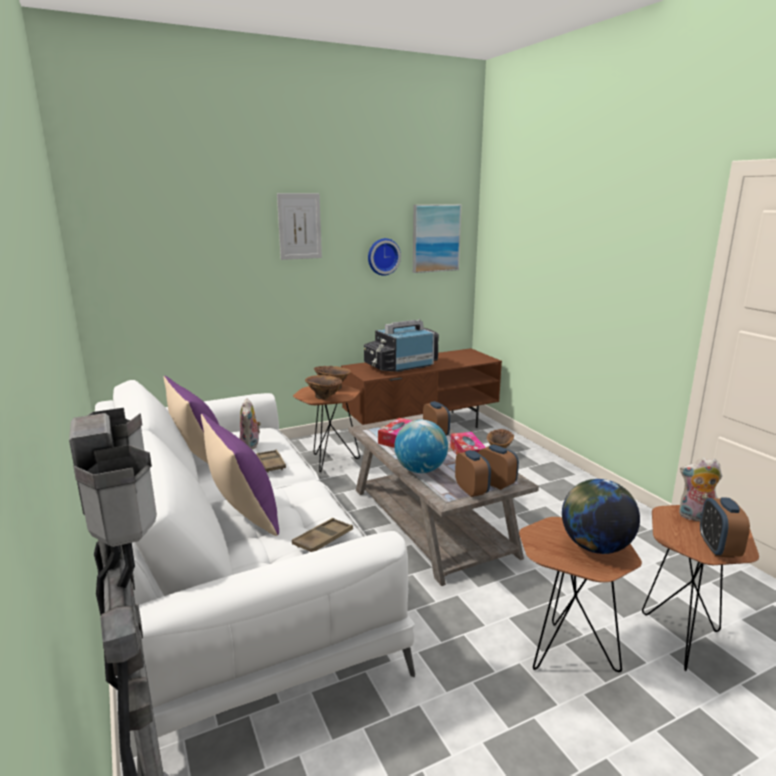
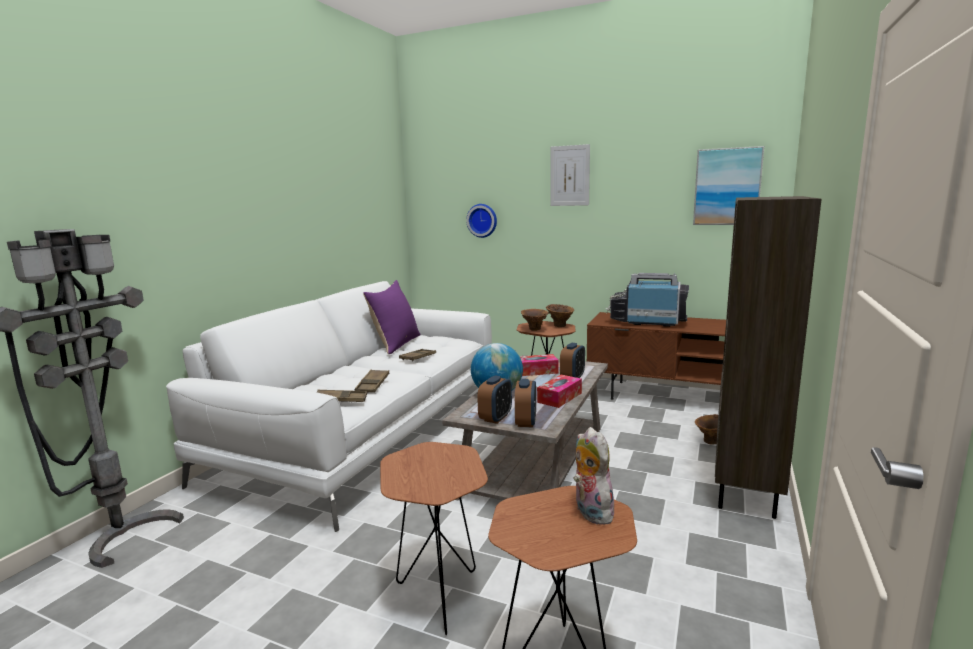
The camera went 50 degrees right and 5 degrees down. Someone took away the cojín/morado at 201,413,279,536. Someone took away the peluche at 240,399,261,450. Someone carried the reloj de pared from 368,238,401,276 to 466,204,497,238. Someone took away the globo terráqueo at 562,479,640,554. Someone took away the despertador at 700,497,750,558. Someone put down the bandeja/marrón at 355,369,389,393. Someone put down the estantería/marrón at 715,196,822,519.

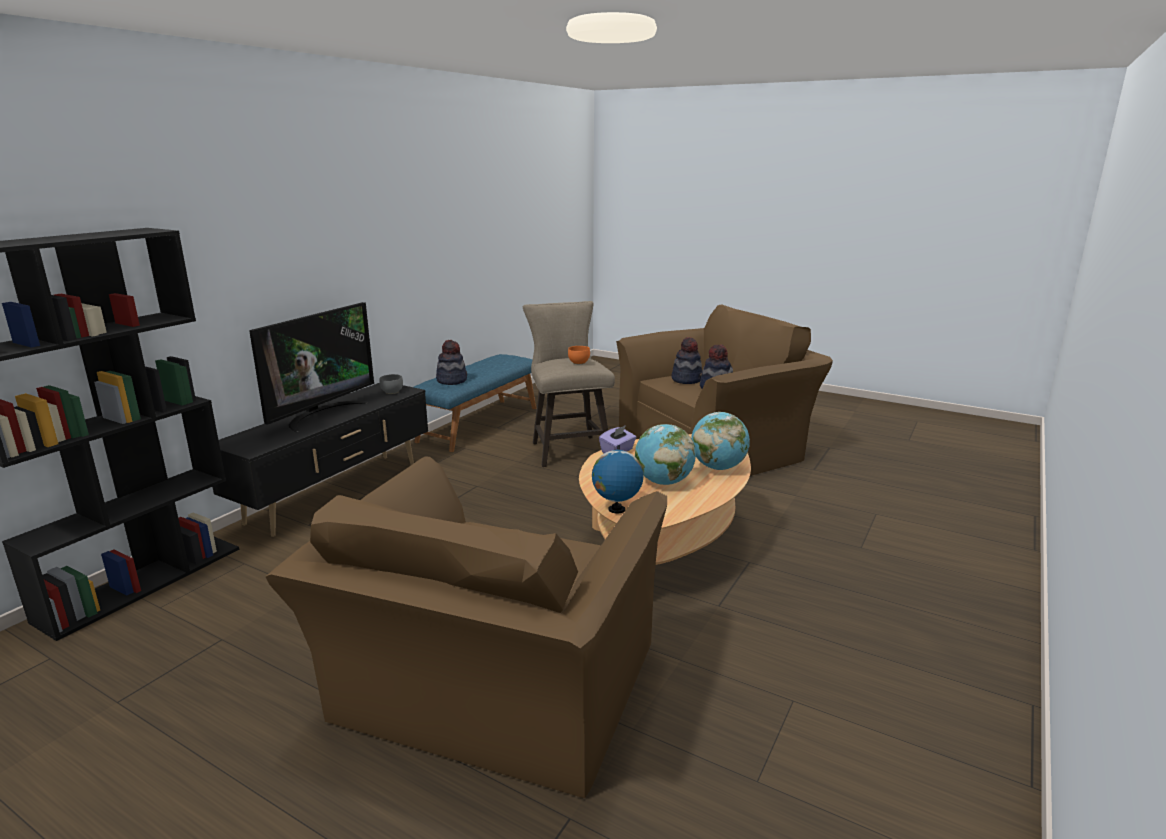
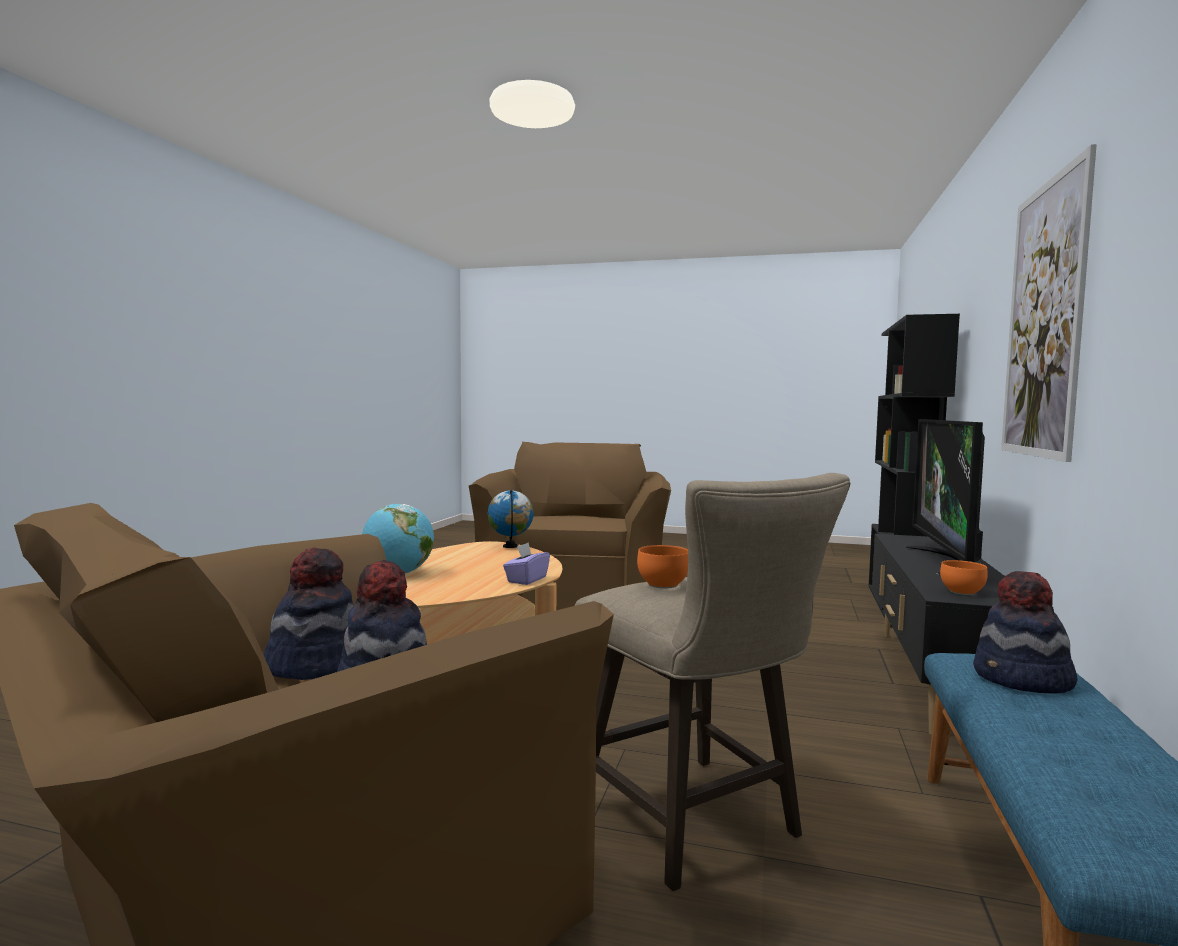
The camera went 165 degrees right and 15 degrees down. Someone repainted the cuenco/gris at 379,374,403,394, which became the cuenco/naranja at 940,560,988,595. Someone took away the globo terráqueo at 635,424,696,485. Someone put up the cuadro at 1001,144,1097,462.

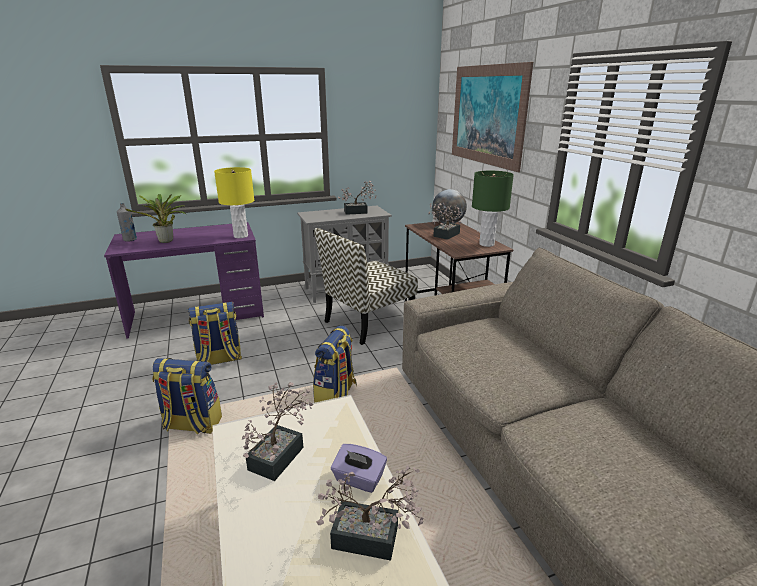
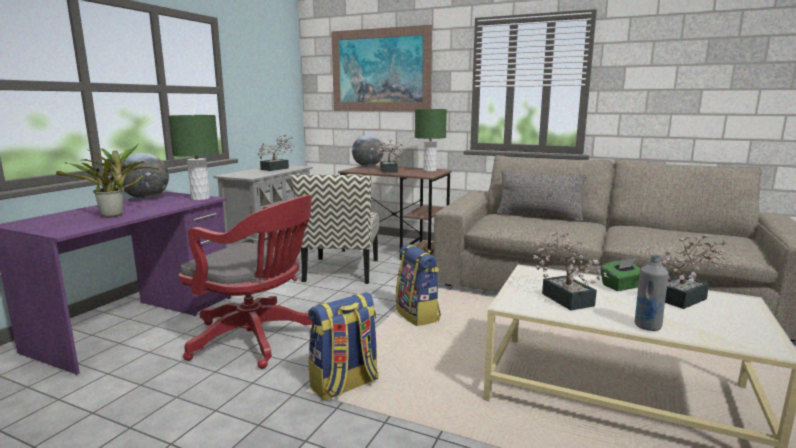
The camera went 45 degrees left and 10 degrees down. Someone carried the botella/gris from 117,203,137,242 to 635,255,669,331. Someone swapped the mochila at 188,302,242,365 for the silla de oficina/rojo at 179,195,313,369. Someone repainted the lámpara de mesa/amarillo at 214,167,254,238, which became the lámpara de mesa/verde at 168,115,219,200. Someone repainted the caja de pañuelos/morado at 331,444,387,493, which became the caja de pañuelos/verde at 600,258,641,291. Someone put down the globo terráqueo at 121,153,169,199. Someone put down the cojín/gris at 497,170,587,221.

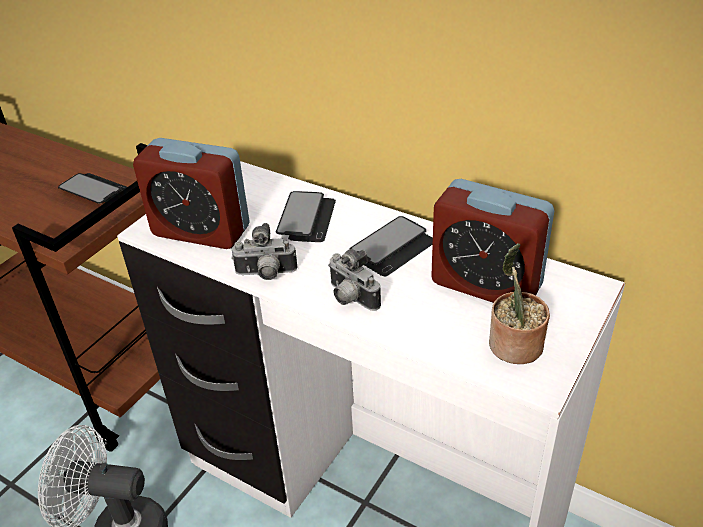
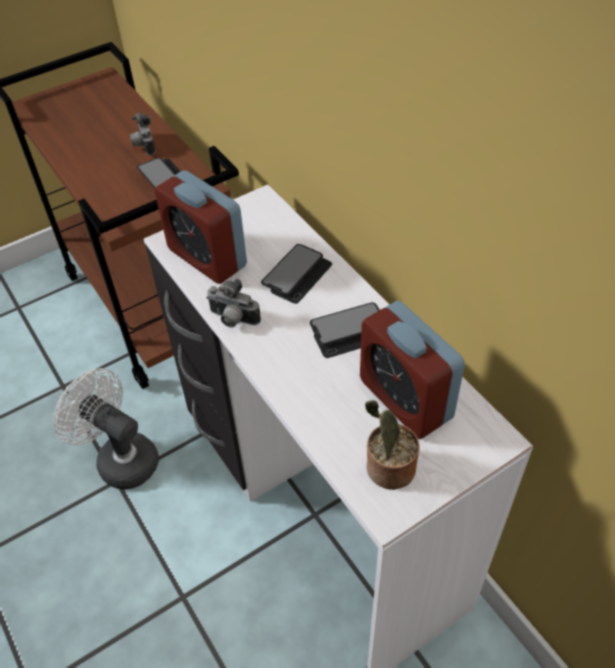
The camera went 25 degrees right and 10 degrees up. Someone carried the cámara from 328,249,381,311 to 130,112,156,155.

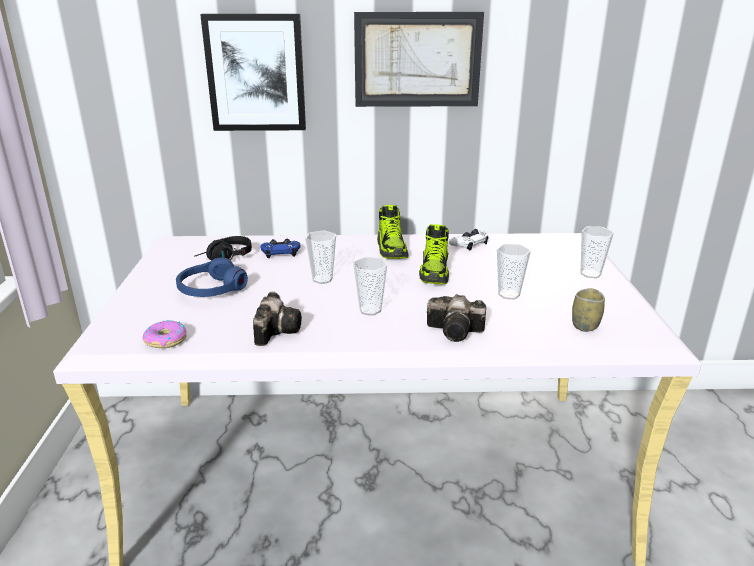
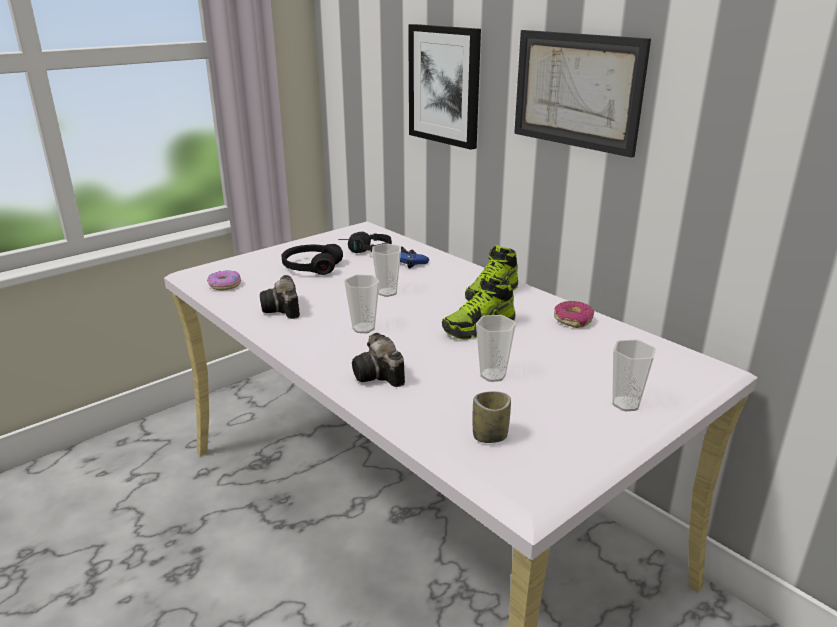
The camera went 50 degrees right and 0 degrees up. Someone repainted the auriculares/azul at 176,258,248,297, which became the auriculares/negro at 282,244,343,275. Someone rotated the cámara at 253,292,302,346 by 105 degrees clockwise. Someone swapped the mando de consola/blanco at 449,229,489,250 for the rosquilla at 554,301,594,328.

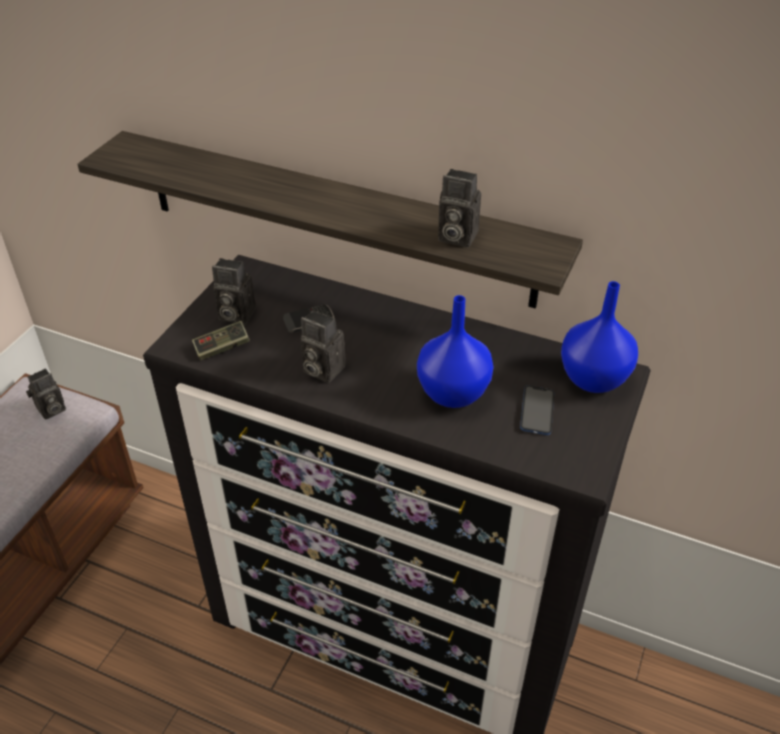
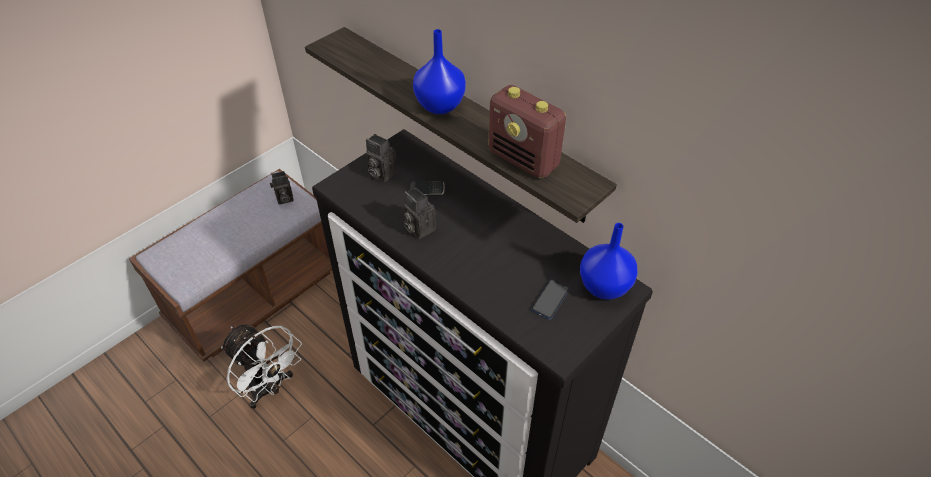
The camera went 20 degrees right and 5 degrees up. Someone took away the mando de consola at 192,321,250,360. Someone carried the florero/azul from 417,295,494,408 to 413,29,466,114. Someone swapped the cámara at 438,169,481,248 for the radio at 488,85,566,178. Someone put down the ventilador/blanco at 221,325,302,409.

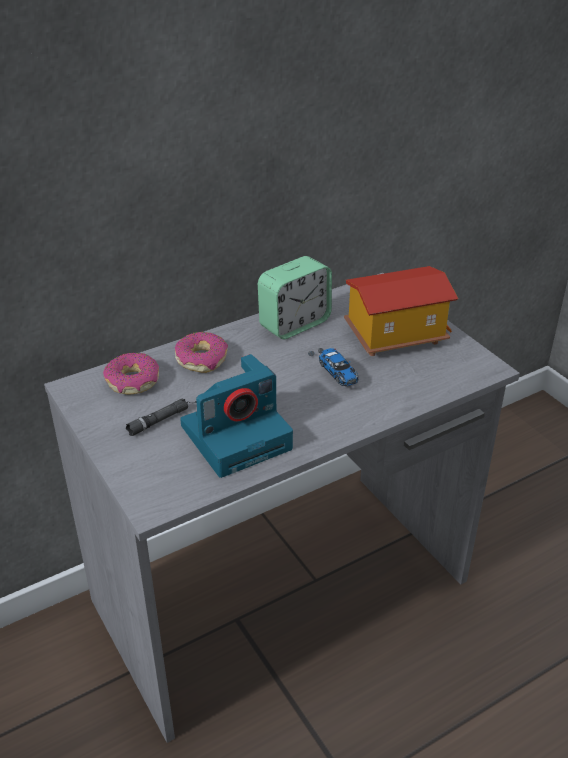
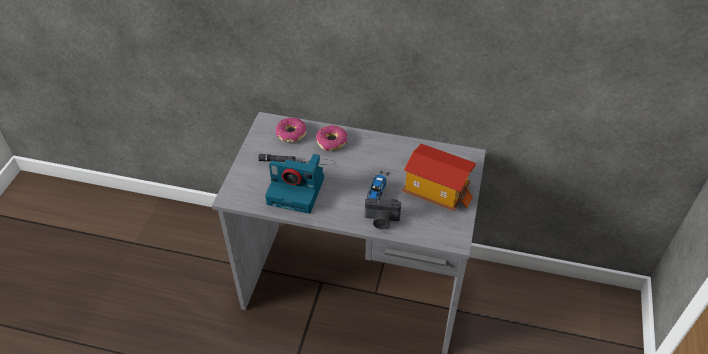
The camera went 45 degrees right and 10 degrees up. Someone took away the despertador at 258,256,332,339. Someone put down the cámara at 365,198,401,229.

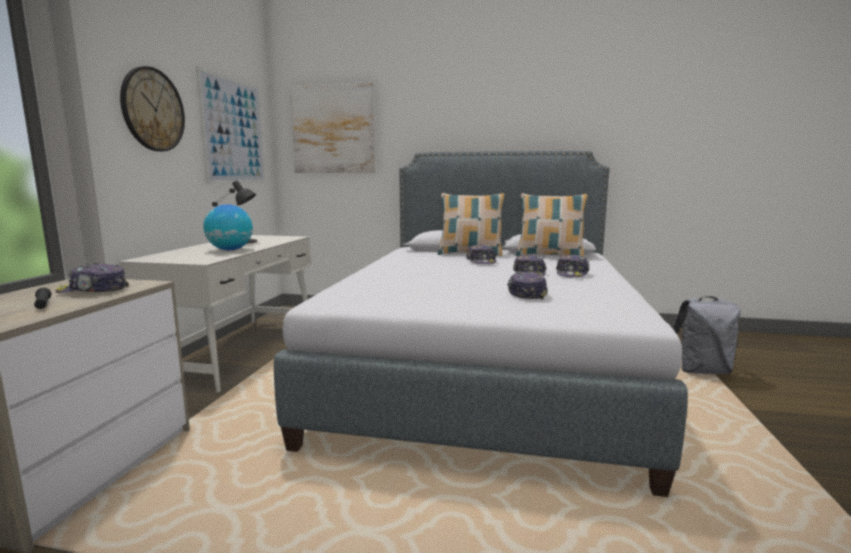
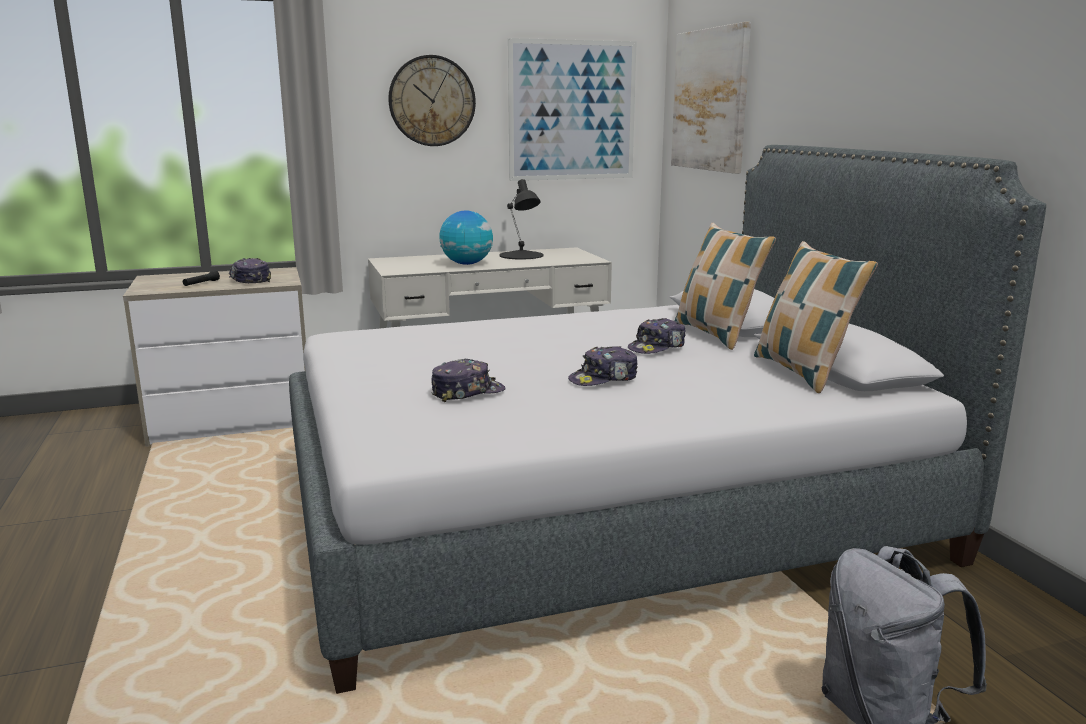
The camera went 60 degrees right and 5 degrees up. Someone took away the gorra at 556,254,589,278.

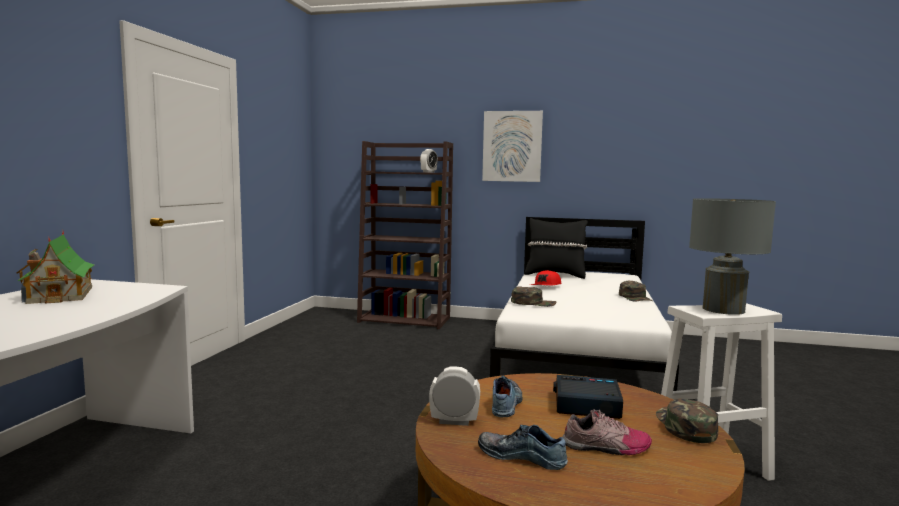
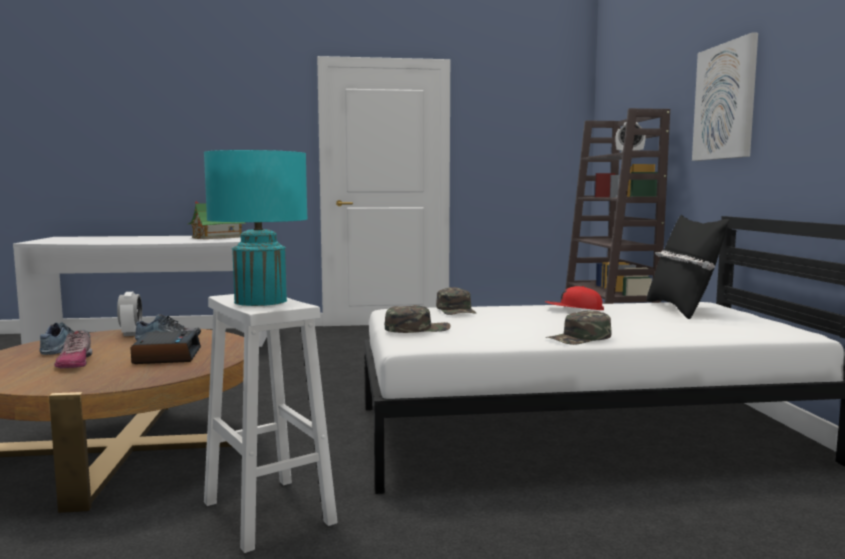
The camera went 70 degrees right and 0 degrees up. Someone carried the gorra/verde from 656,398,718,443 to 385,305,451,333. Someone repainted the lámpara de mesa/gris at 689,198,776,315, which became the lámpara de mesa/turquesa at 204,150,308,306.

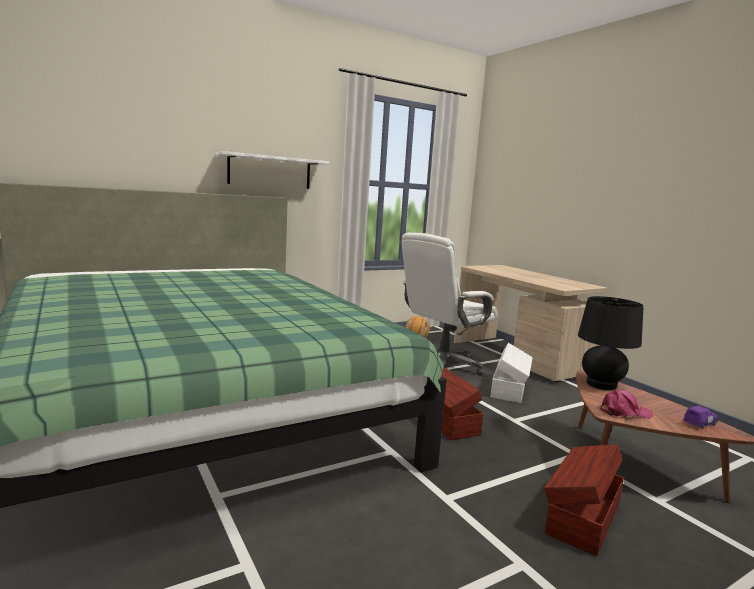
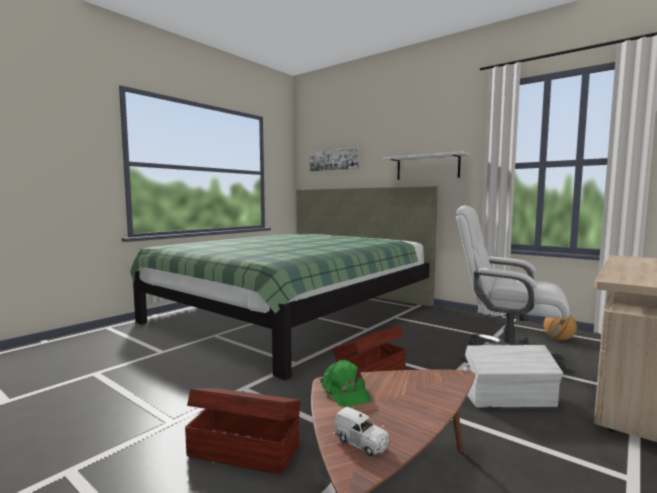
The camera went 70 degrees right and 5 degrees down. Someone took away the lámpara de mesa/negro at 578,296,644,390. Someone repainted the gorra/rosa at 600,390,653,419, which became the gorra/verde at 320,360,371,407. Someone repainted the coche de juguete/morado at 683,405,718,429, which became the coche de juguete/blanco at 334,407,389,457. Someone put up the cuadro at 310,147,359,171.

